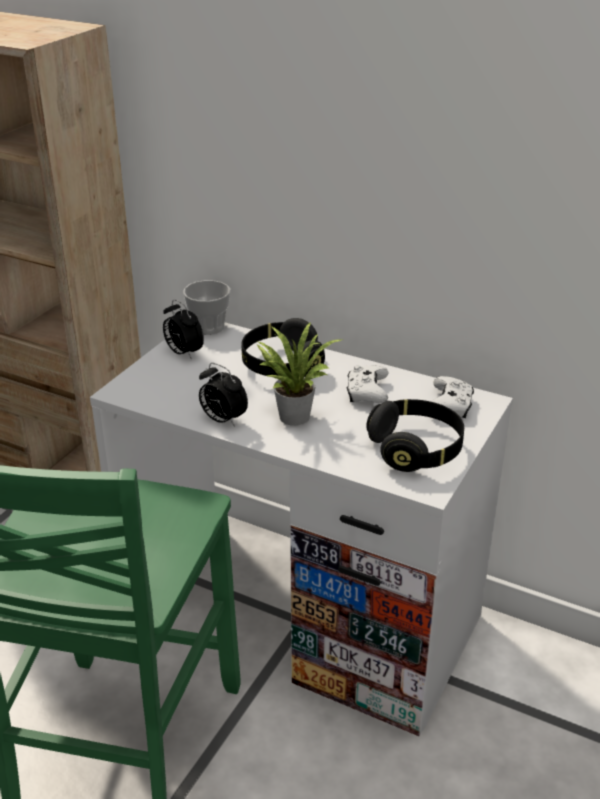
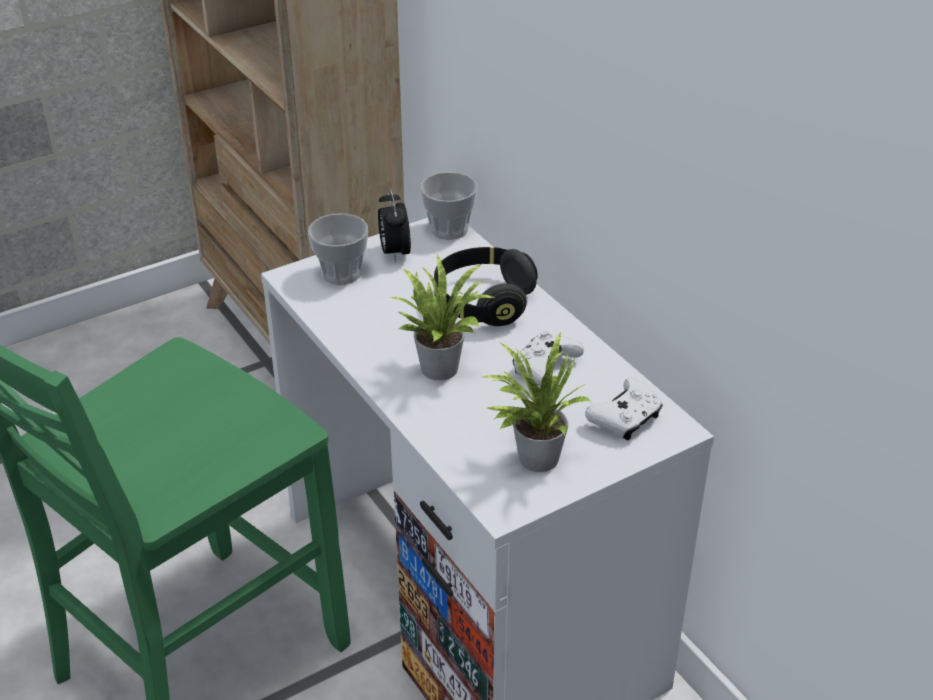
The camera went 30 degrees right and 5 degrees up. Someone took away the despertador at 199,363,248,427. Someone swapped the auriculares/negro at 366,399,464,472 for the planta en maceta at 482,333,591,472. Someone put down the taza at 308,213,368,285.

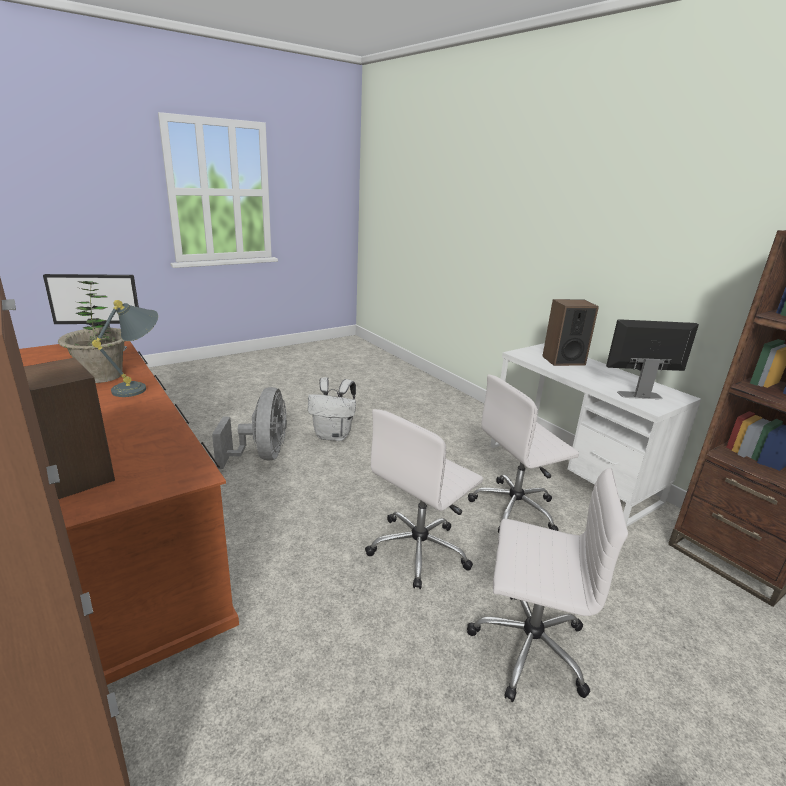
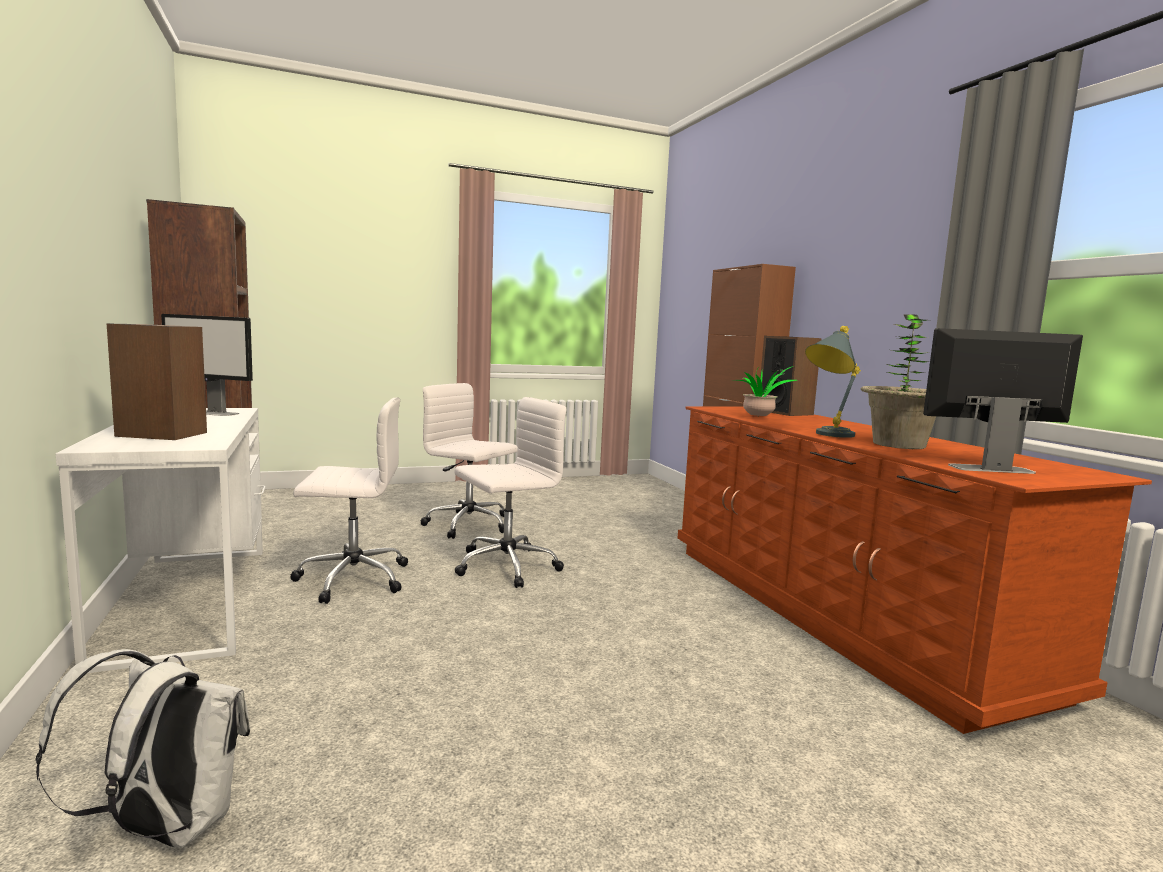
The camera went 165 degrees left and 15 degrees down. Someone took away the ventilador/gris at 212,387,287,469. Someone carried the mochila/blanco from 308,377,356,441 to 35,649,250,848. Someone put down the planta en maceta at 731,366,796,416.

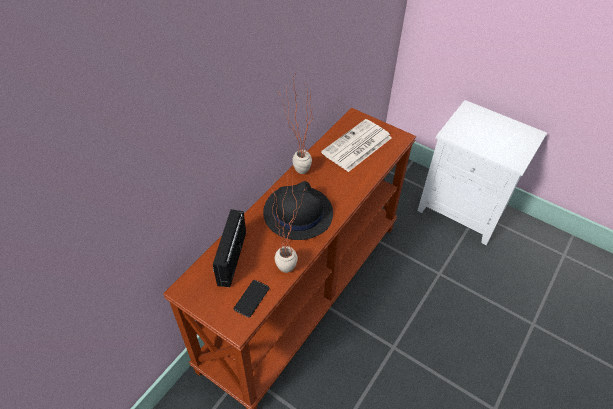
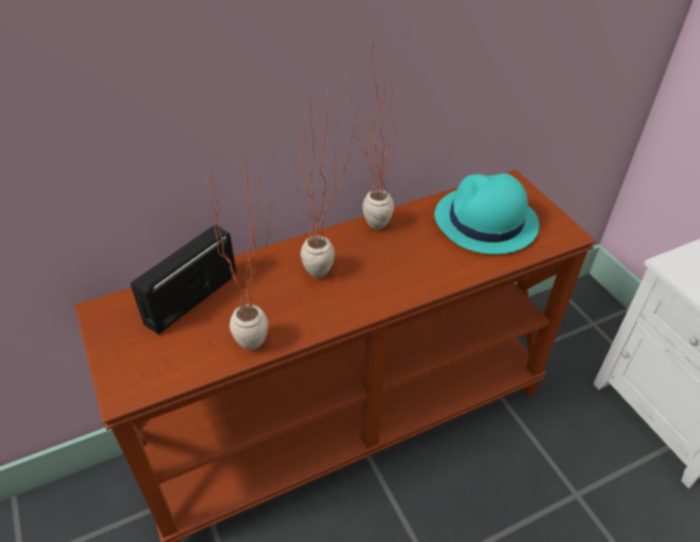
The camera went 30 degrees right and 5 degrees down. Someone took away the móvil at 234,280,269,317. Someone swapped the sombrero/negro at 263,181,333,240 for the planta en maceta at 292,89,359,278. Someone swapped the periódico at 321,119,392,172 for the sombrero/turquesa at 434,173,539,254.

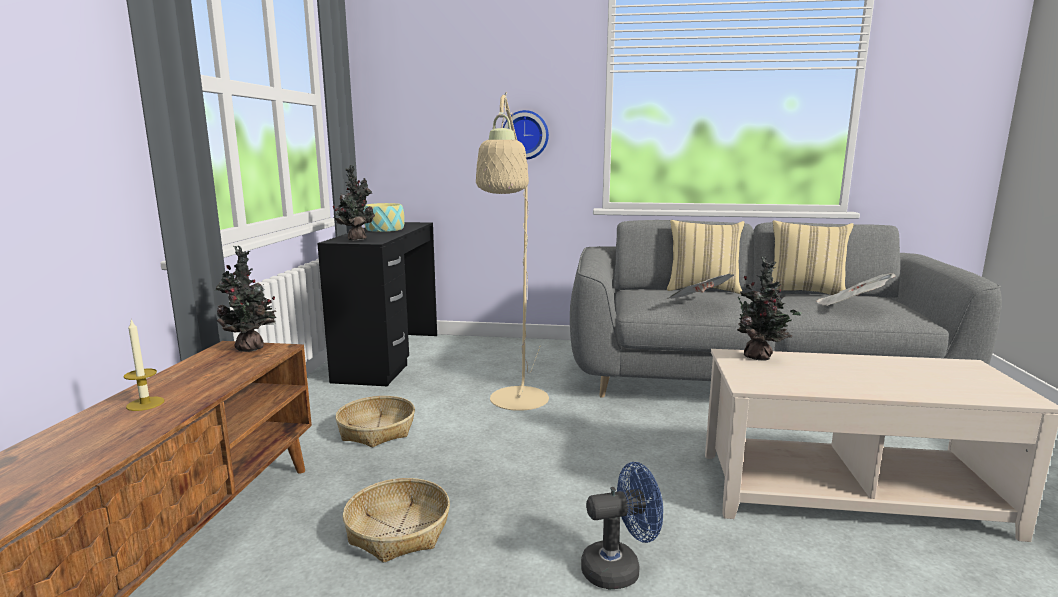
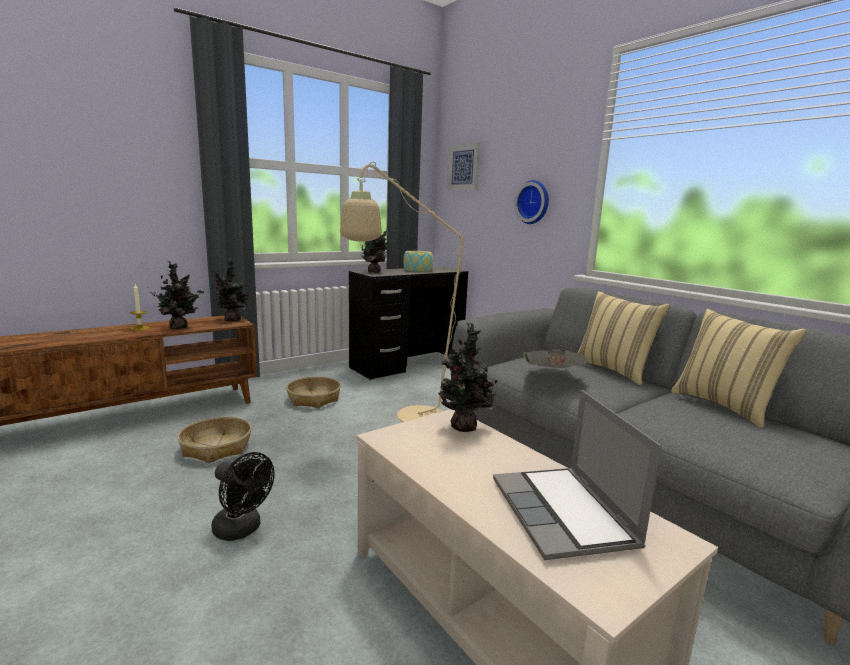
The camera went 45 degrees right and 0 degrees up. Someone repainted the ventilador/azul at 581,462,663,590, which became the ventilador/negro at 211,452,275,541. Someone took away the periódico at 817,273,895,306. Someone put down the planta en maceta at 148,261,204,329. Someone put up the cuadro at 447,142,480,190. Someone put down the portátil at 493,390,662,560.

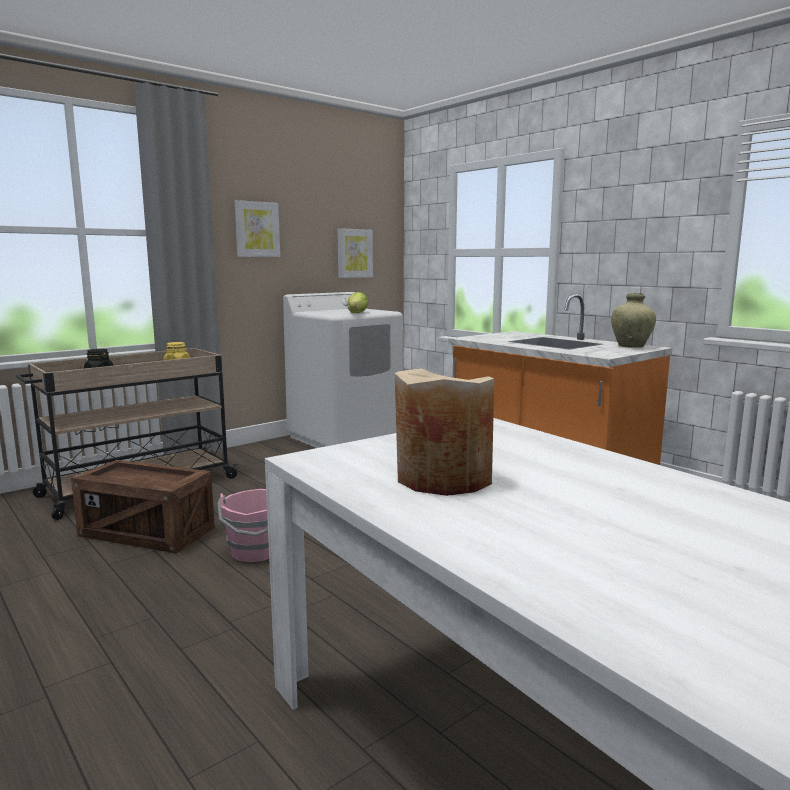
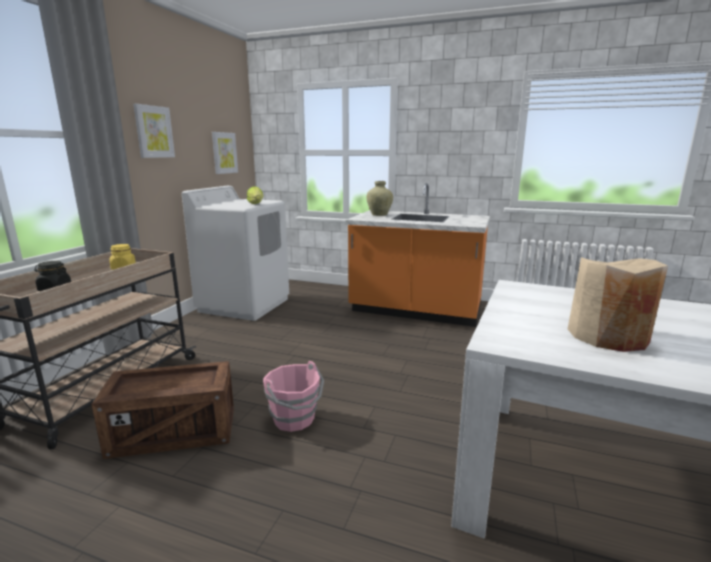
The camera went 30 degrees left and 5 degrees up. Someone carried the florero/beis from 611,293,656,348 to 366,181,393,216.

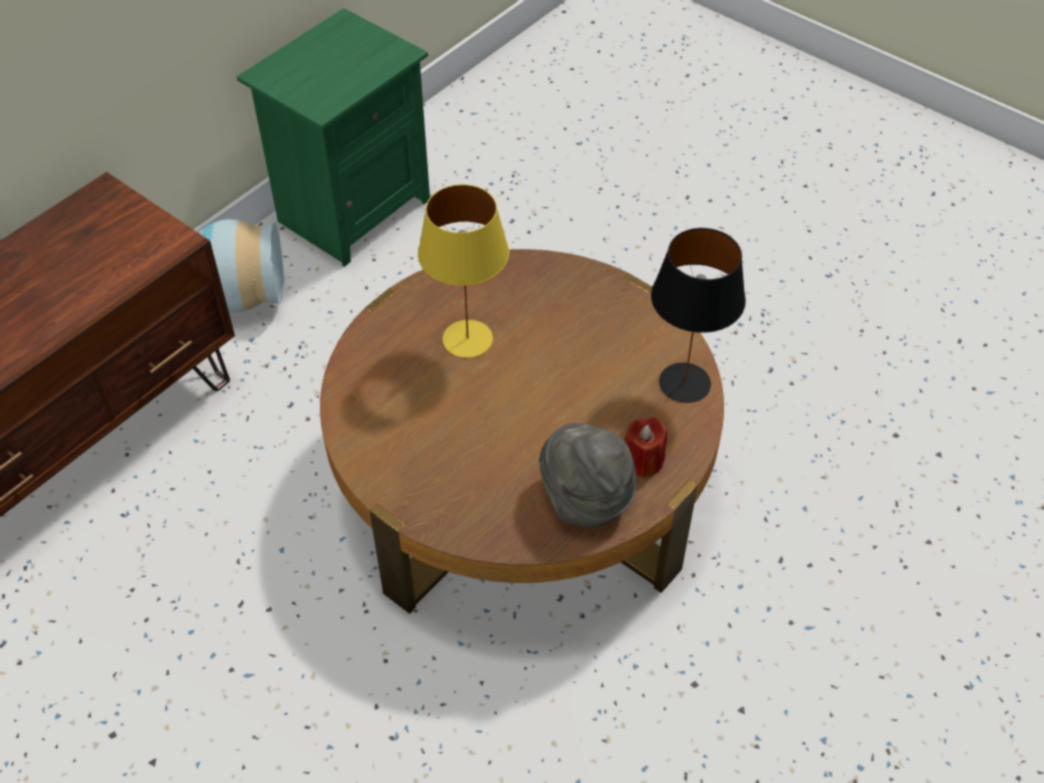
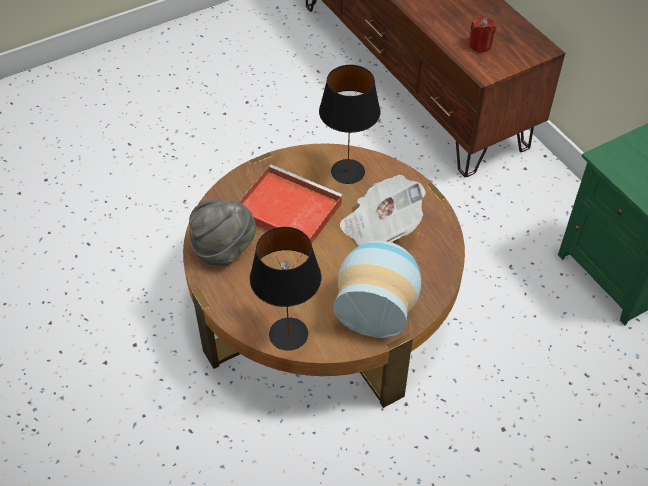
The camera went 110 degrees right and 0 degrees up. Someone carried the florero from 198,219,284,313 to 333,241,421,338. Someone swapped the lámpara de mesa/amarillo at 418,184,509,358 for the periódico at 340,175,426,245. Someone carried the vela/rojo from 624,417,667,478 to 469,16,496,52. Someone put down the bandeja/rojo at 239,165,343,243. Someone put down the lámpara de mesa/negro at 319,65,381,184.

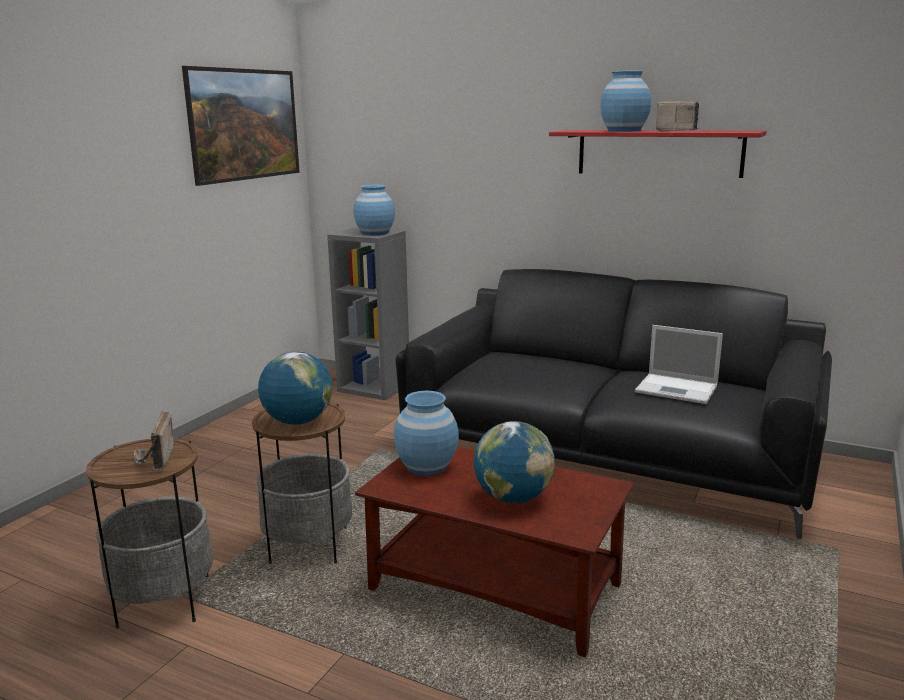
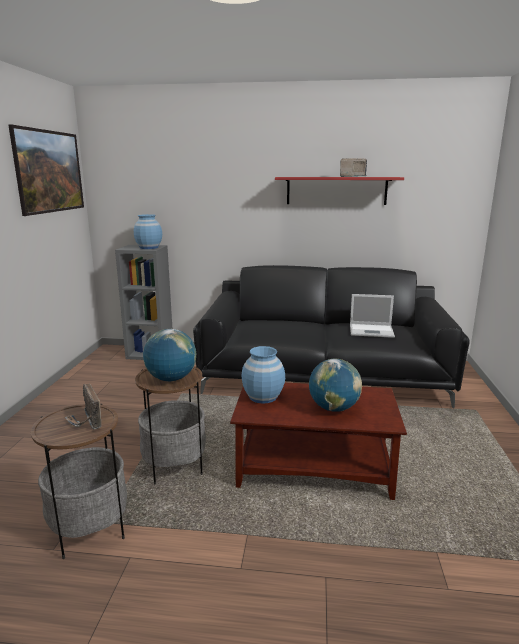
The camera went 20 degrees left and 0 degrees up. Someone took away the florero/azul at 600,70,651,131.

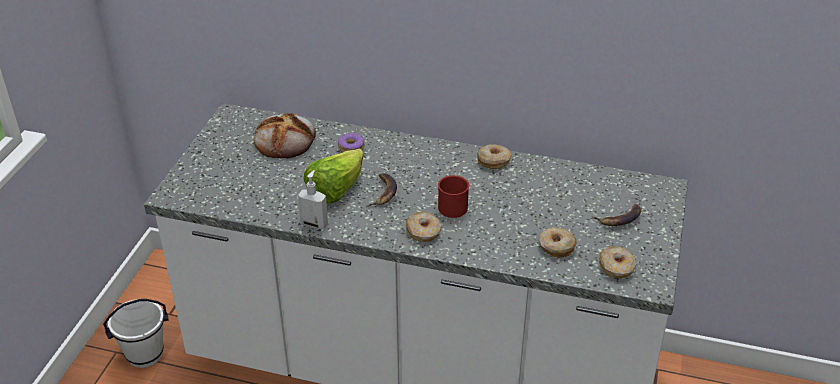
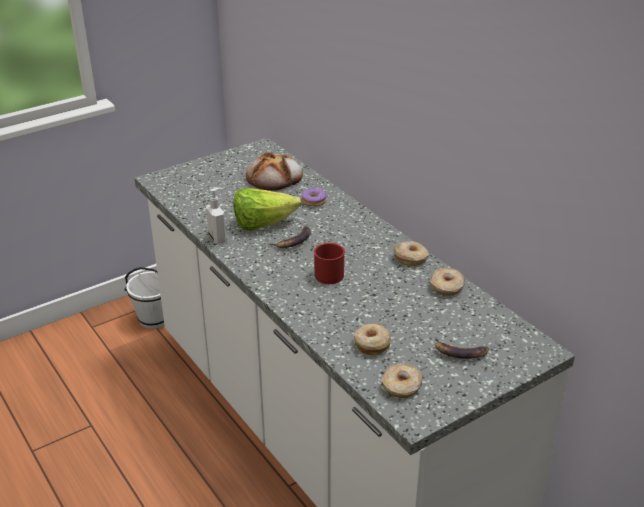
The camera went 40 degrees right and 5 degrees down. Someone carried the rosquilla from 406,212,441,242 to 431,267,465,296.

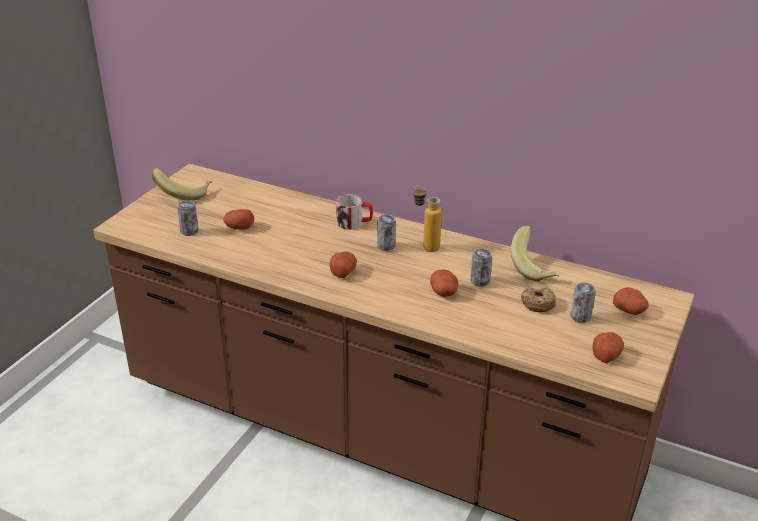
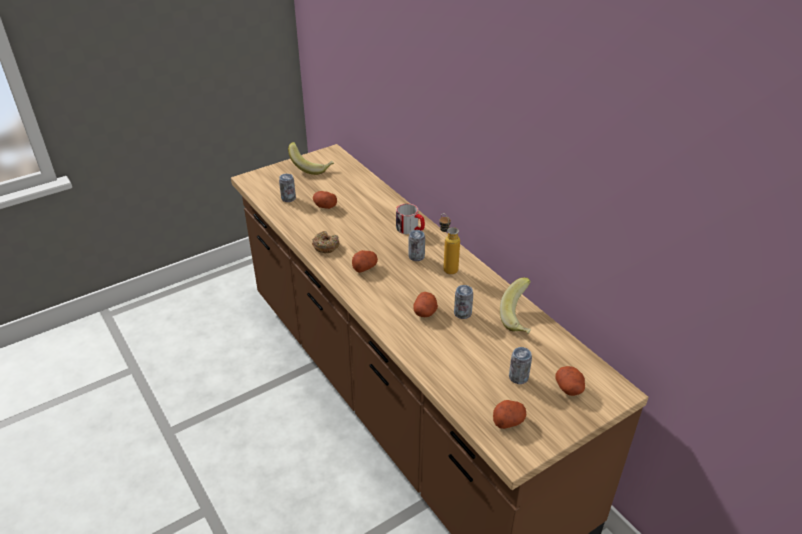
The camera went 30 degrees right and 5 degrees up. Someone carried the rosquilla from 521,286,556,312 to 312,231,339,253.

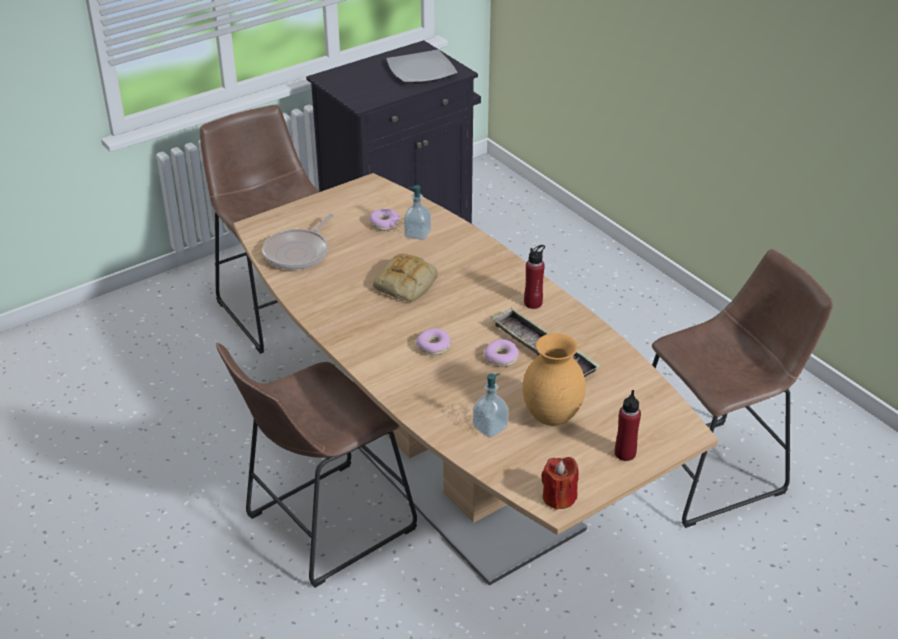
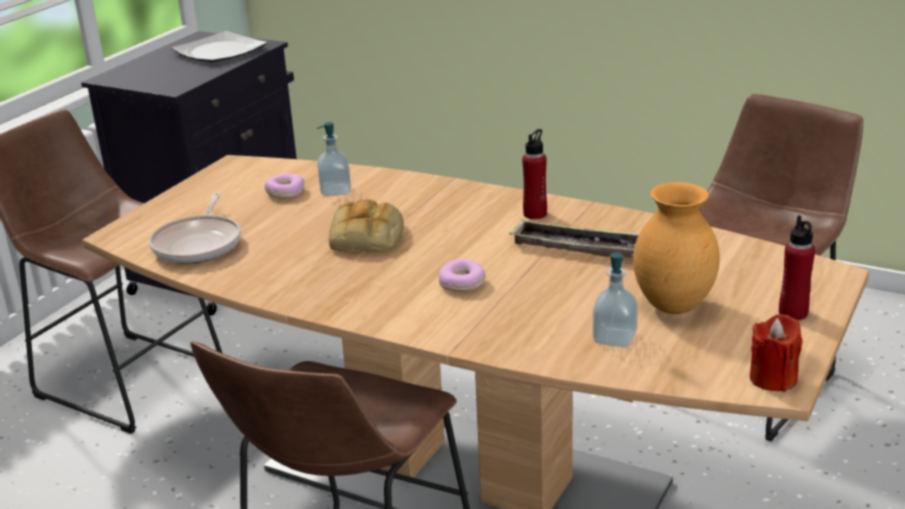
The camera went 25 degrees left and 10 degrees down. Someone took away the rosquilla at 484,339,519,367.

